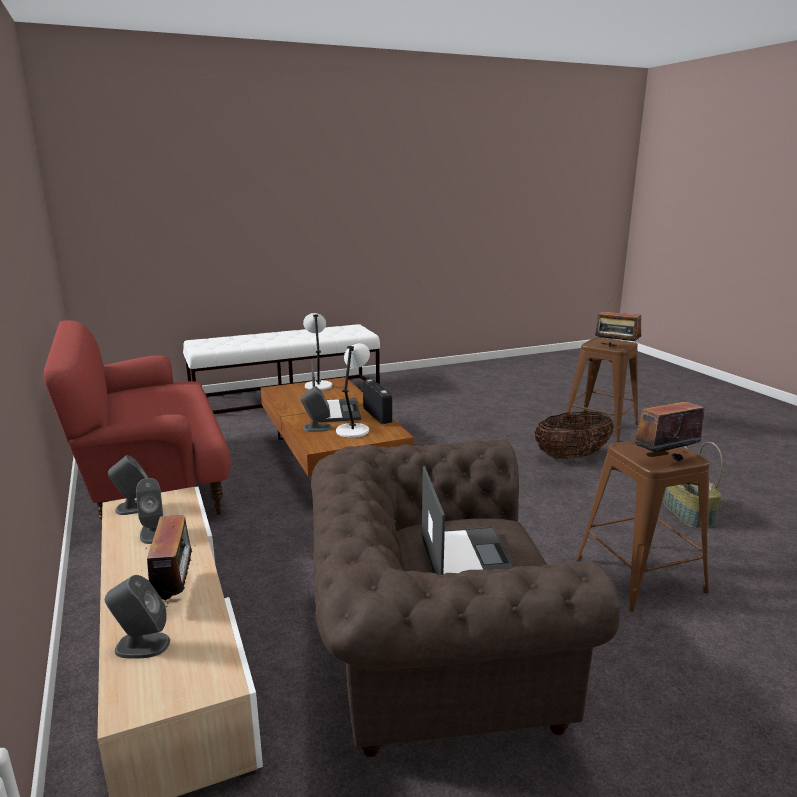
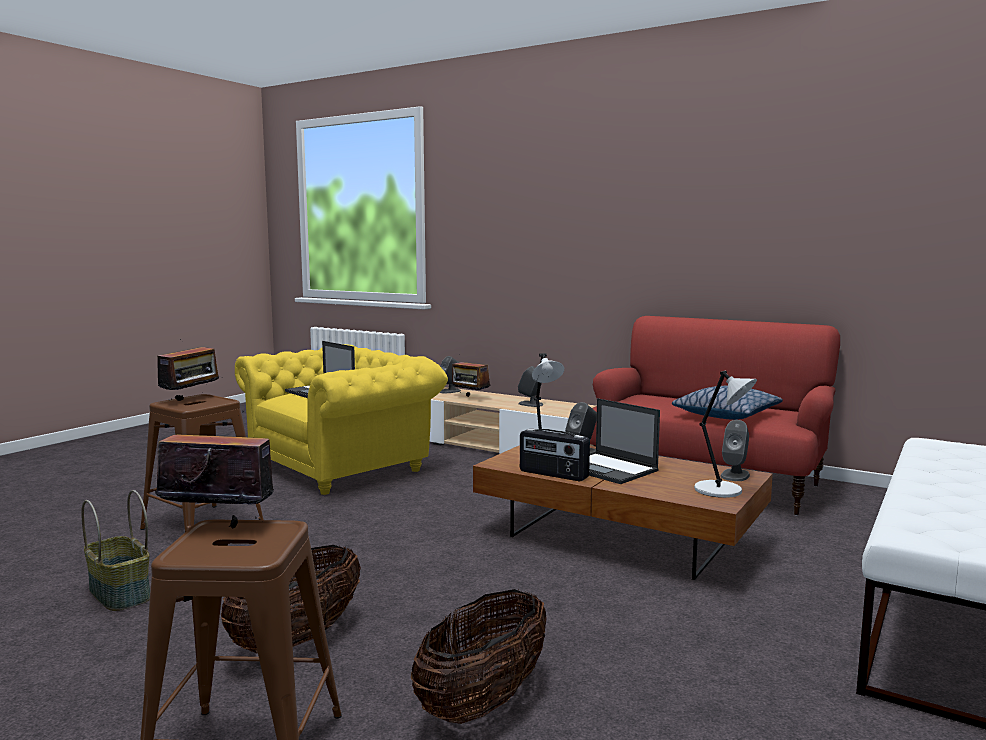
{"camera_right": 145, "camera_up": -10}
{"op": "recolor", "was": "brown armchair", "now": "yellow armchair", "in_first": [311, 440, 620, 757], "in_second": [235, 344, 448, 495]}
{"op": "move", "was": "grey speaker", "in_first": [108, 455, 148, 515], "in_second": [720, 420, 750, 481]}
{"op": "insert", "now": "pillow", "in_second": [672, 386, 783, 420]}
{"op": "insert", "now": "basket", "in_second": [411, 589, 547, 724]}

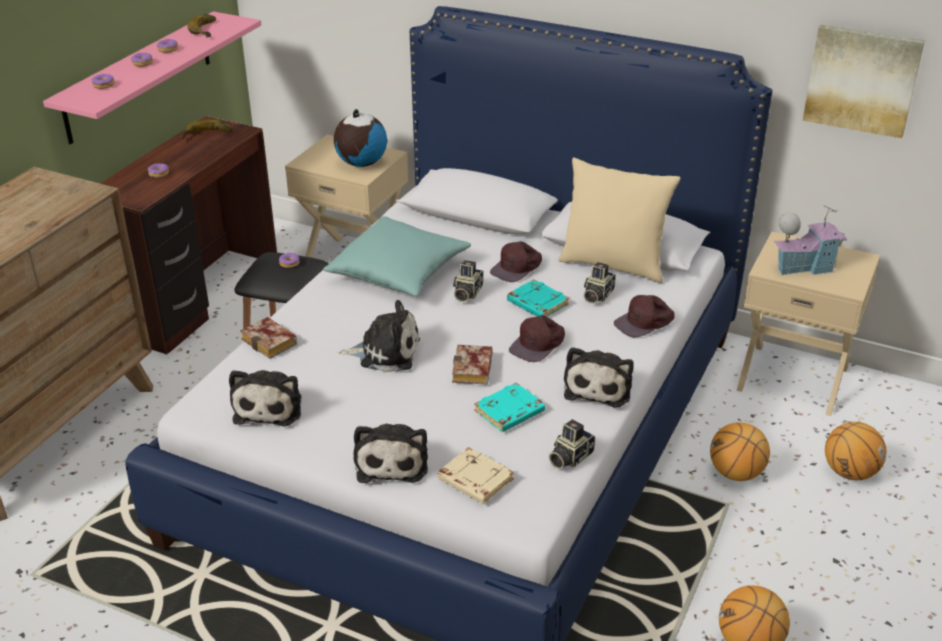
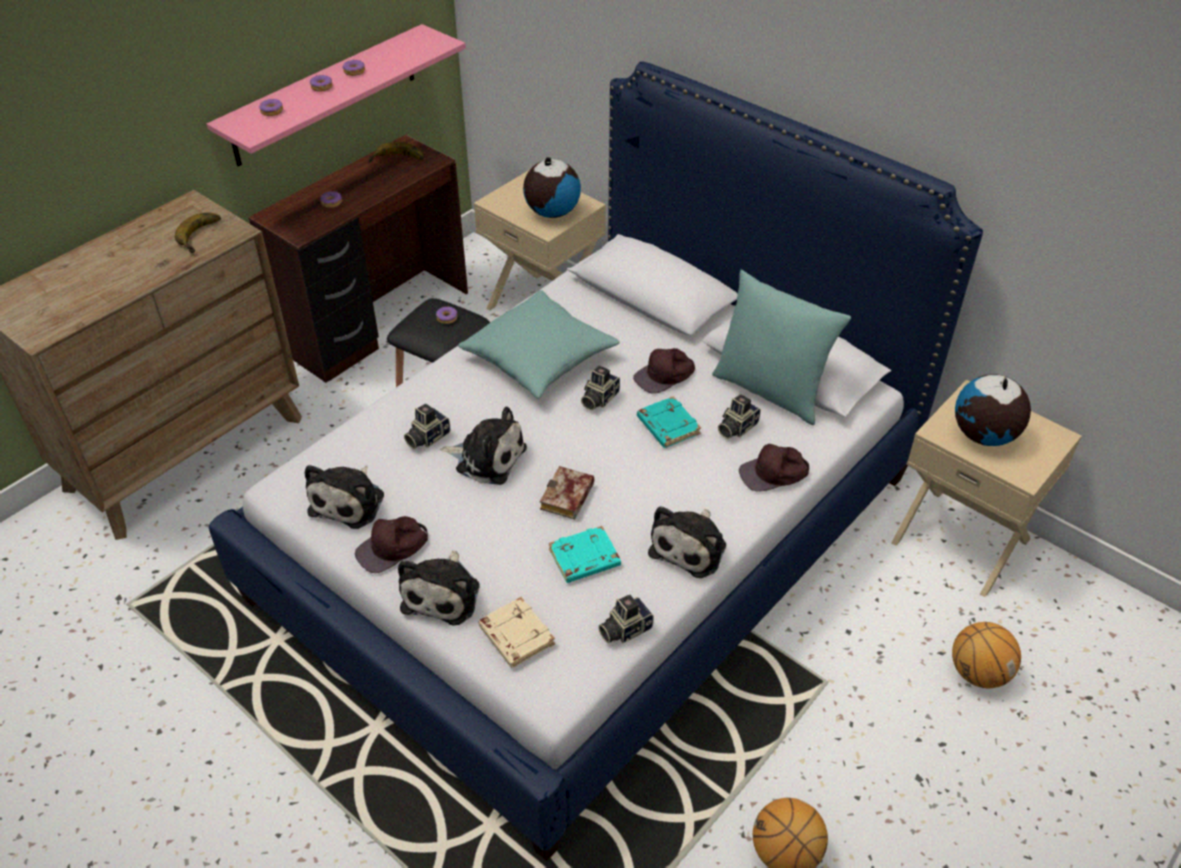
{"camera_right": 15, "camera_up": 10}
{"op": "move", "was": "banana", "in_first": [188, 14, 216, 37], "in_second": [175, 213, 221, 253]}
{"op": "delete", "was": "picture", "in_first": [803, 25, 925, 138]}
{"op": "recolor", "was": "beige pillow", "now": "turquoise pillow", "in_first": [558, 158, 680, 283], "in_second": [712, 270, 851, 425]}
{"op": "replace", "was": "toy house", "now": "globe", "in_first": [774, 205, 847, 275], "in_second": [955, 374, 1031, 446]}
{"op": "move", "was": "brown cap", "in_first": [509, 315, 565, 362], "in_second": [355, 516, 428, 573]}
{"op": "delete", "was": "book", "in_first": [241, 317, 297, 359]}
{"op": "delete", "was": "basketball", "in_first": [710, 422, 770, 481]}
{"op": "insert", "now": "photo camera", "in_second": [404, 404, 450, 449]}

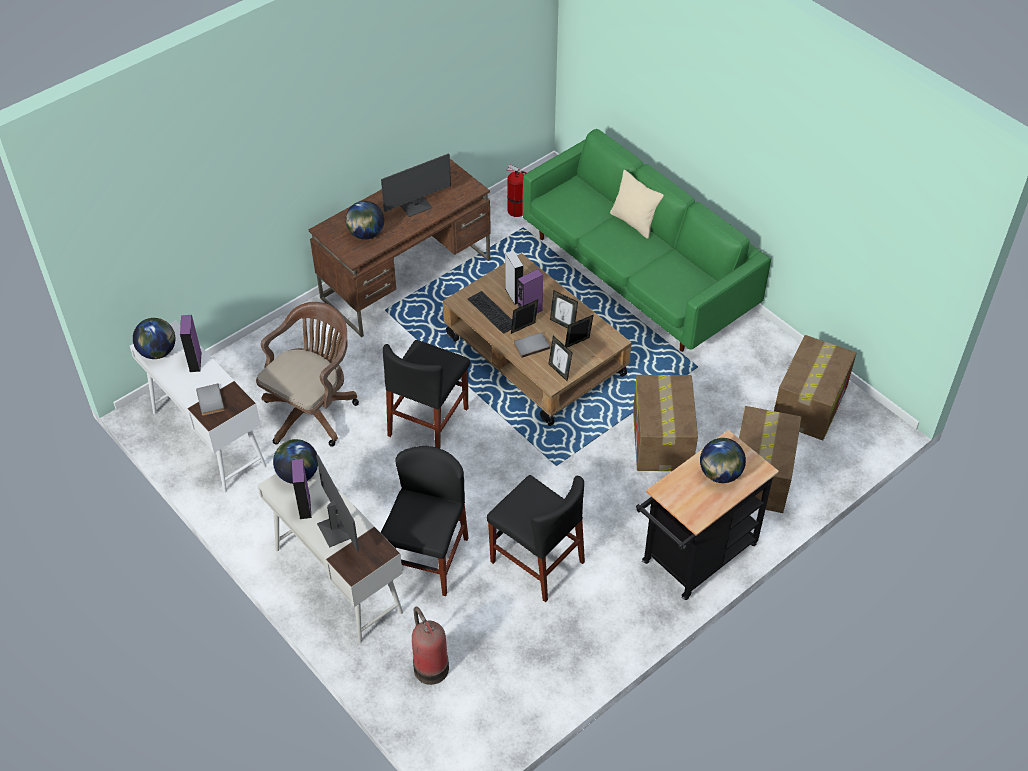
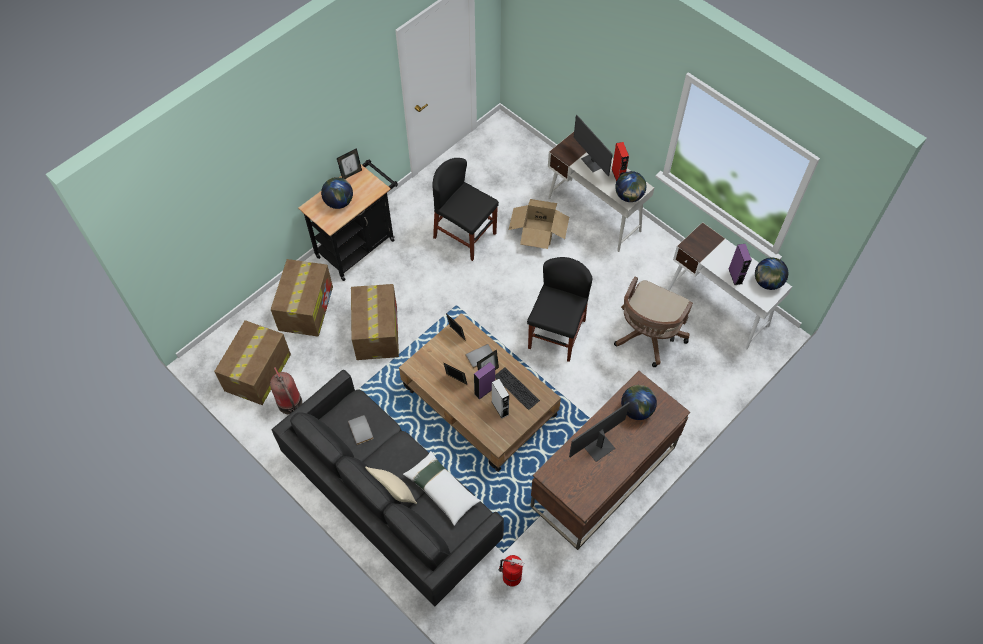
{"camera_right": 175, "camera_up": 10}
{"op": "recolor", "was": "green sofa", "now": "black sofa", "in_first": [523, 129, 771, 352], "in_second": [272, 370, 504, 606]}
{"op": "move", "was": "picture frame", "in_first": [565, 314, 594, 347], "in_second": [337, 148, 362, 179]}
{"op": "move", "was": "grey book", "in_first": [196, 384, 225, 416], "in_second": [348, 415, 373, 445]}
{"op": "replace", "was": "black chair", "now": "cardboard box", "in_first": [381, 446, 469, 596], "in_second": [509, 199, 569, 249]}
{"op": "recolor", "was": "purple speaker", "now": "red speaker", "in_first": [291, 459, 312, 519], "in_second": [612, 142, 629, 182]}
{"op": "move", "was": "fire extinguisher", "in_first": [412, 607, 449, 685], "in_second": [270, 367, 302, 414]}
{"op": "insert", "now": "white pillow", "in_second": [403, 451, 481, 526]}

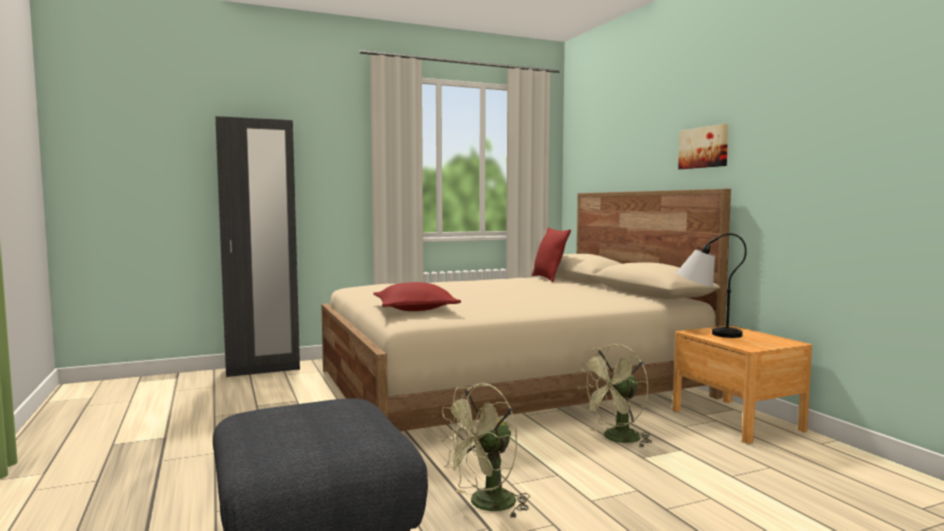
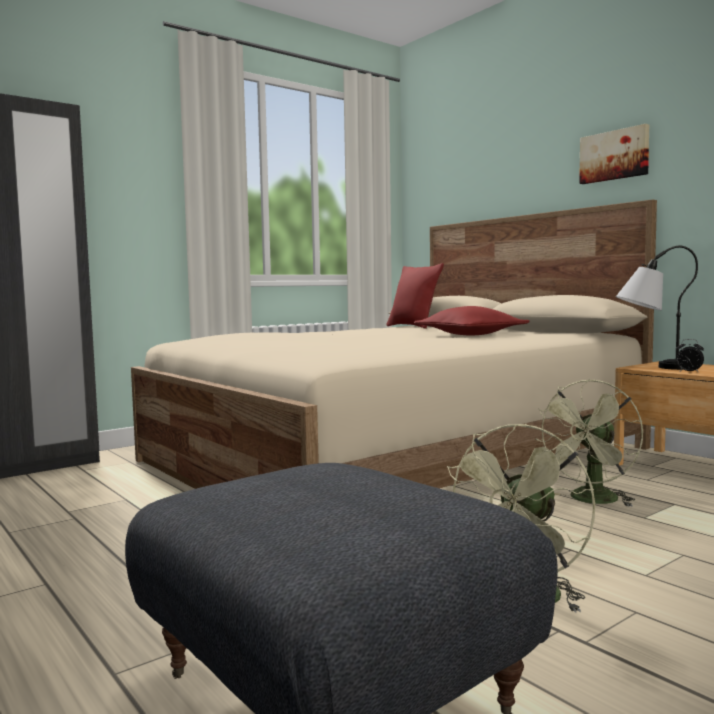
{"camera_right": -15, "camera_up": 0}
{"op": "move", "was": "red pillow", "in_first": [373, 282, 461, 311], "in_second": [414, 306, 529, 335]}
{"op": "insert", "now": "alarm clock", "in_second": [676, 339, 704, 373]}

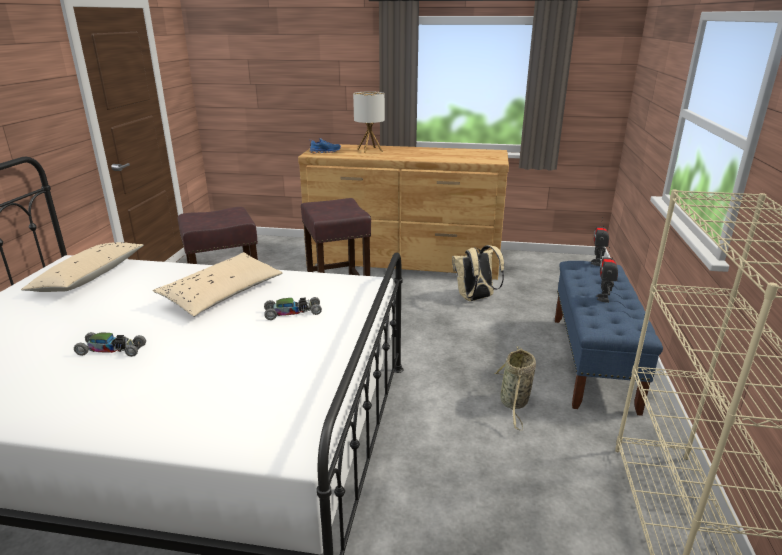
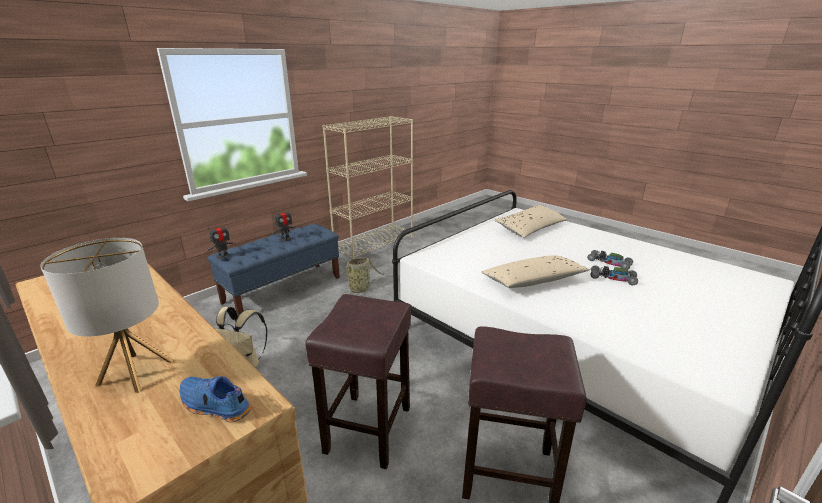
{"camera_right": -145, "camera_up": 0}
{"op": "move", "was": "beige pillow", "in_first": [21, 242, 144, 292], "in_second": [495, 205, 568, 238]}
{"op": "move", "was": "toy car", "in_first": [264, 297, 322, 320], "in_second": [591, 265, 638, 285]}

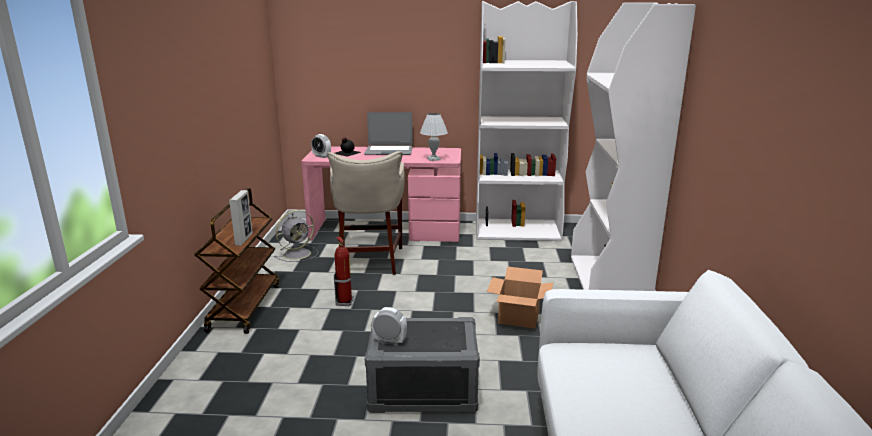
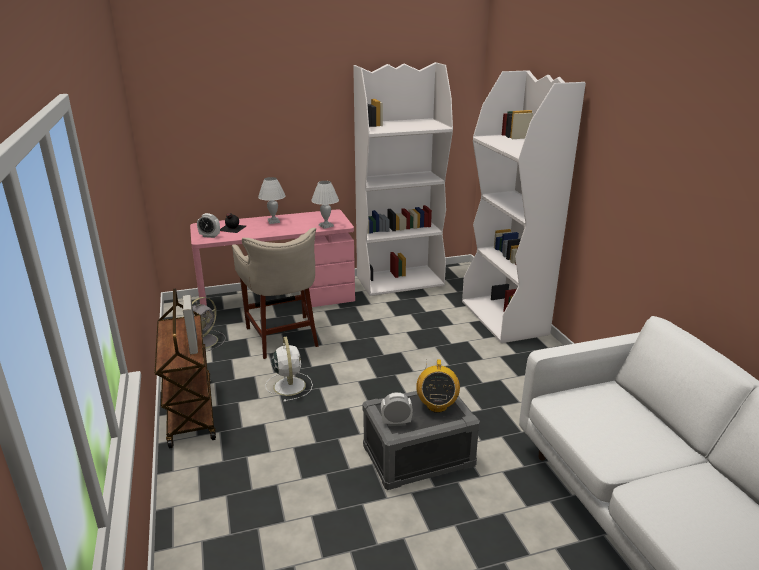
{"camera_right": -20, "camera_up": 5}
{"op": "replace", "was": "laptop", "now": "white table lamp", "in_first": [364, 112, 413, 155], "in_second": [258, 177, 286, 224]}
{"op": "replace", "was": "fire extinguisher", "now": "white fan", "in_first": [334, 237, 354, 306], "in_second": [265, 337, 313, 402]}
{"op": "delete", "was": "cardboard box", "in_first": [487, 266, 553, 328]}
{"op": "insert", "now": "radio", "in_second": [416, 360, 460, 413]}

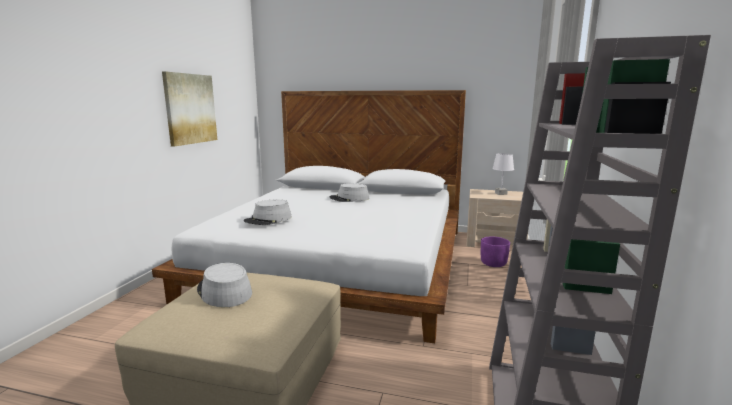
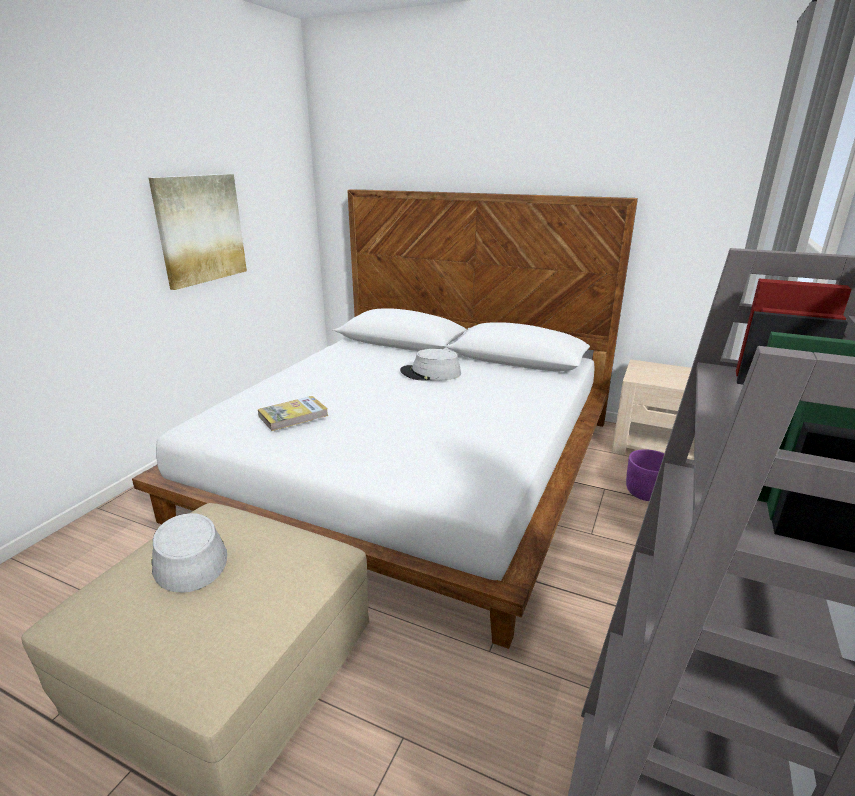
{"camera_right": 10, "camera_up": 10}
{"op": "delete", "was": "white table lamp", "in_first": [492, 153, 514, 195]}
{"op": "replace", "was": "grey hat", "now": "book", "in_first": [244, 200, 292, 225], "in_second": [258, 396, 328, 431]}

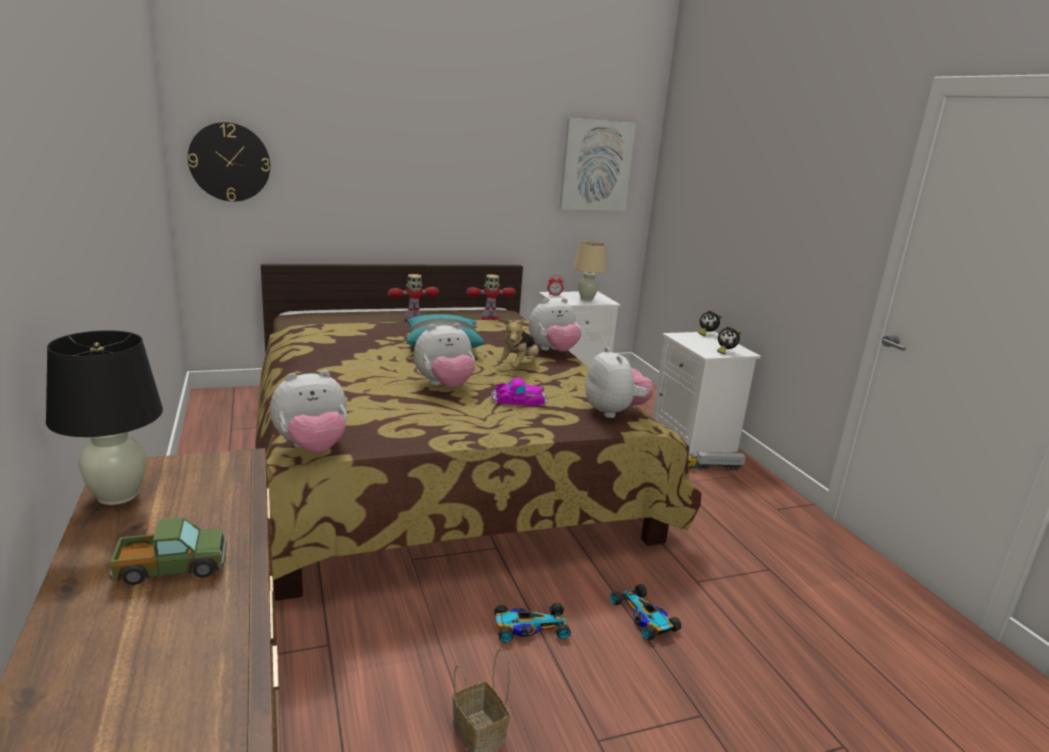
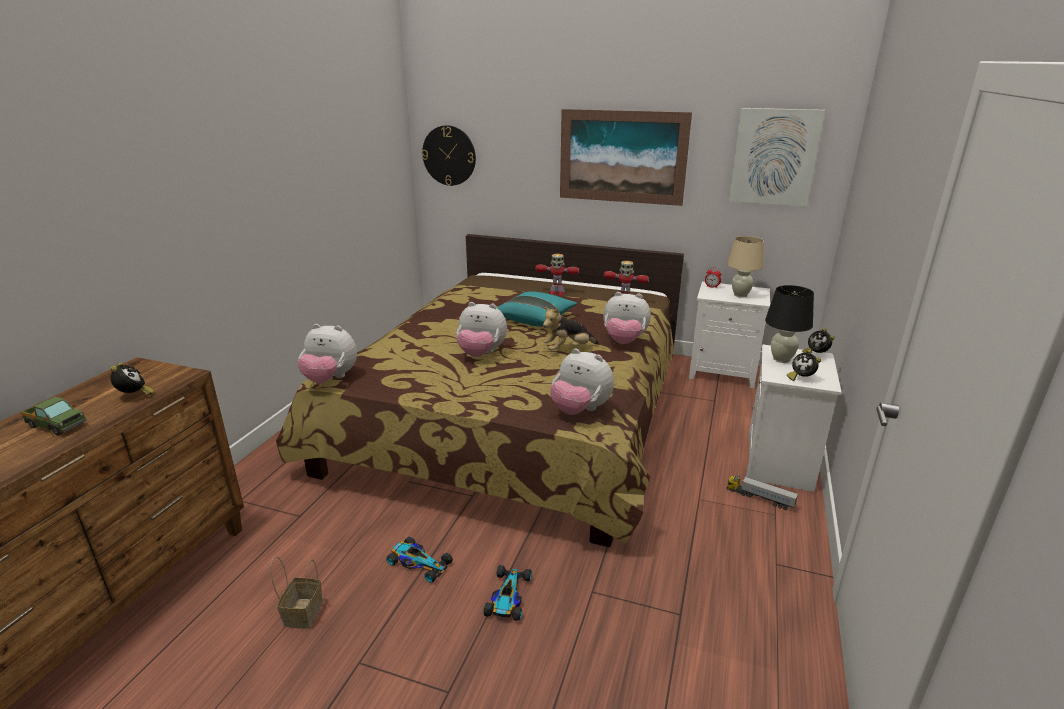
{"camera_right": 40, "camera_up": 5}
{"op": "move", "was": "black table lamp", "in_first": [46, 330, 163, 505], "in_second": [765, 285, 814, 363]}
{"op": "rotate", "was": "plush toy", "in_first": [585, 347, 653, 418], "in_second": [550, 348, 614, 415], "clockwise": 105}
{"op": "delete", "was": "toy car", "in_first": [491, 378, 548, 406]}
{"op": "insert", "now": "picture", "in_second": [560, 109, 692, 206]}
{"op": "insert", "now": "alarm clock", "in_second": [110, 363, 154, 396]}

